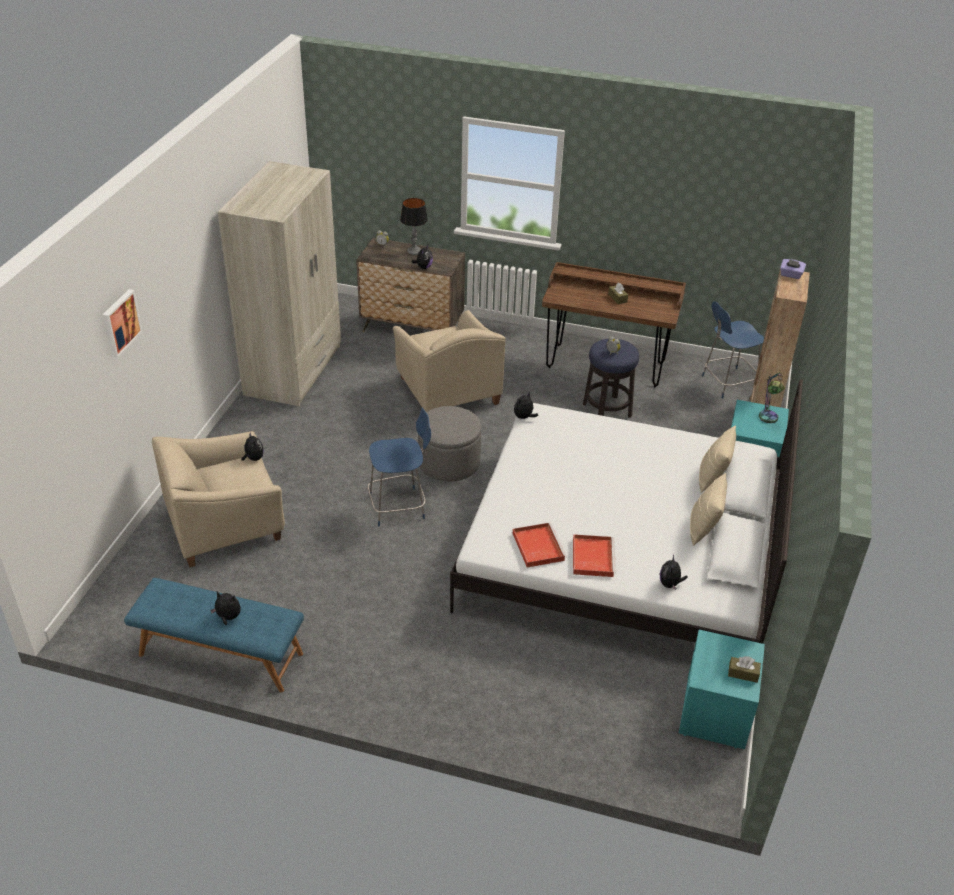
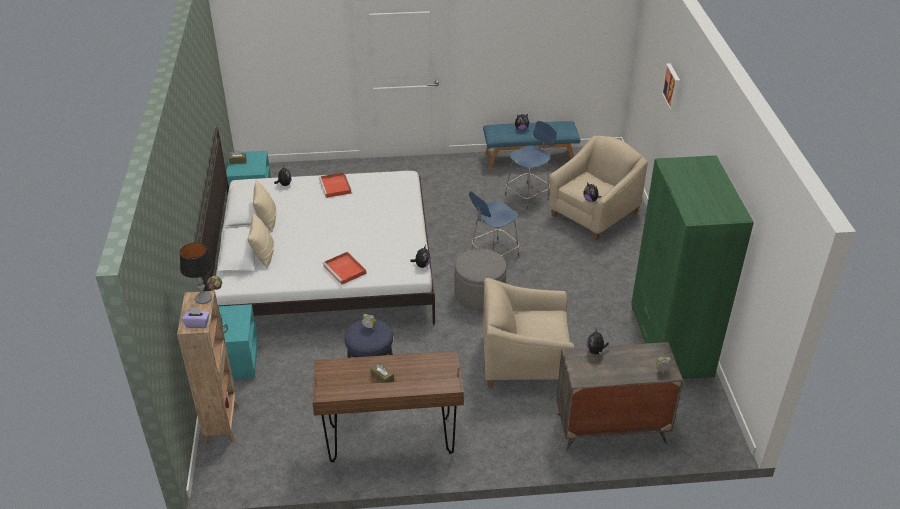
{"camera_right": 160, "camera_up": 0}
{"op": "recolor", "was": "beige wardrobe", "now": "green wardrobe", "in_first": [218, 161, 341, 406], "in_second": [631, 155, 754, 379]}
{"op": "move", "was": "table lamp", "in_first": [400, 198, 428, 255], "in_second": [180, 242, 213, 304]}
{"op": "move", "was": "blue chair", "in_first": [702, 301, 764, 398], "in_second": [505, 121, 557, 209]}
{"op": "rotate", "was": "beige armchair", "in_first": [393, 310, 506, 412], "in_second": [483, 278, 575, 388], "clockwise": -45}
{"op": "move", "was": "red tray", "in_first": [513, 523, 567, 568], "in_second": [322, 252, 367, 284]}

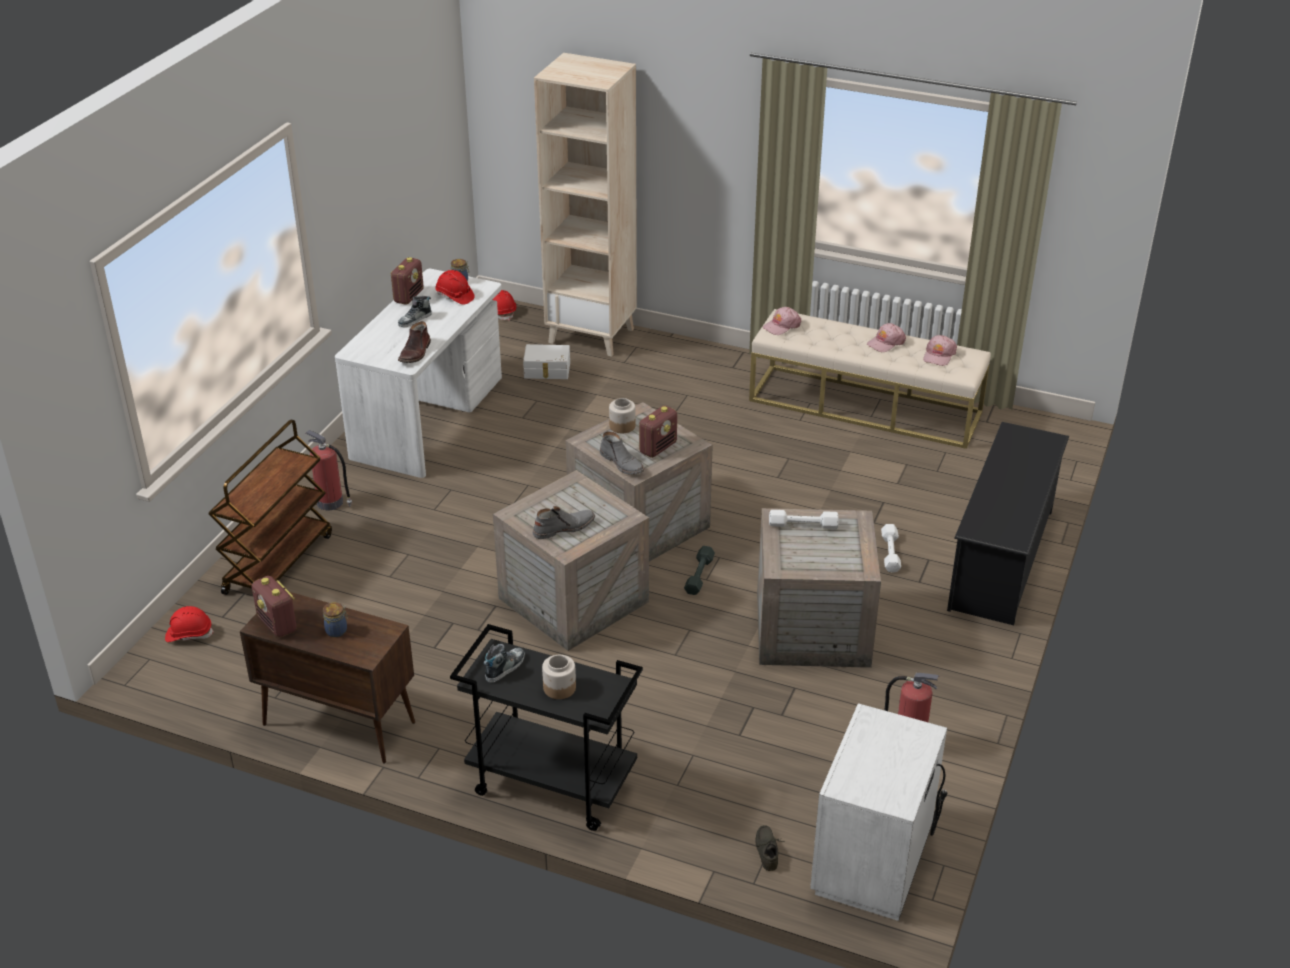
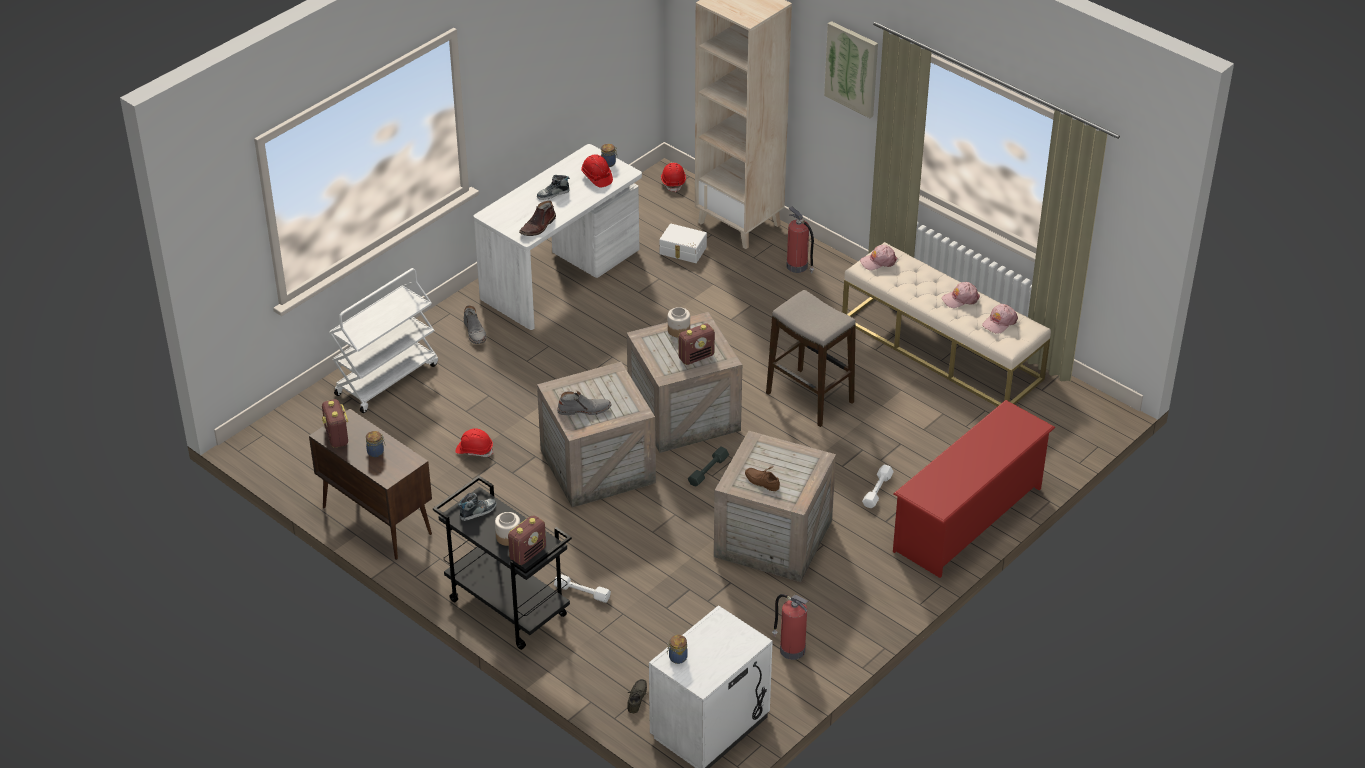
{"camera_right": 20, "camera_up": 5}
{"op": "move", "was": "radio", "in_first": [390, 257, 424, 305], "in_second": [508, 515, 546, 565]}
{"op": "recolor", "was": "brown cart", "now": "white cart", "in_first": [209, 420, 332, 595], "in_second": [329, 268, 438, 413]}
{"op": "recolor", "was": "black shoe rack", "now": "red shoe rack", "in_first": [947, 422, 1069, 625], "in_second": [893, 400, 1055, 578]}
{"op": "move", "was": "fire extinguisher", "in_first": [306, 430, 352, 510], "in_second": [786, 206, 814, 274]}
{"op": "move", "was": "grey boot", "in_first": [600, 432, 644, 475], "in_second": [464, 305, 486, 344]}
{"op": "move", "was": "white dumbbell", "in_first": [769, 510, 839, 529], "in_second": [554, 574, 611, 603]}
{"op": "move", "was": "red hard hat", "in_first": [165, 606, 214, 642], "in_second": [456, 428, 493, 457]}
{"op": "insert", "now": "picture", "in_second": [824, 21, 878, 118]}
{"op": "insert", "now": "stool", "in_second": [766, 290, 856, 427]}
{"op": "insert", "now": "brown shoe", "in_second": [745, 465, 780, 491]}
{"op": "insert", "now": "jar", "in_second": [667, 635, 688, 664]}

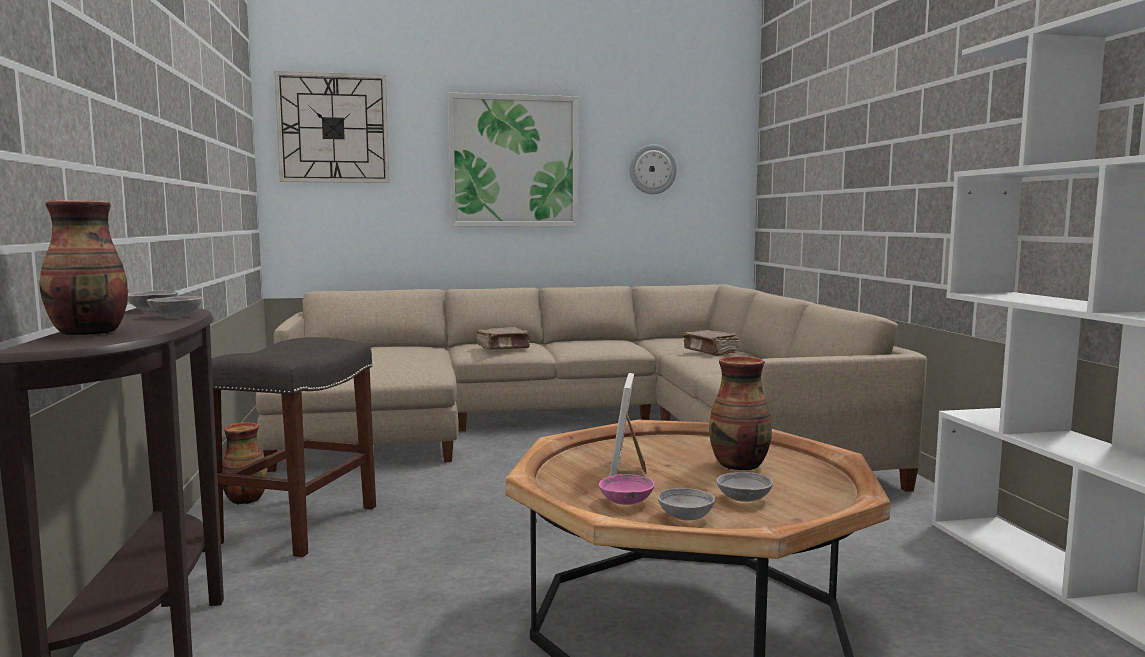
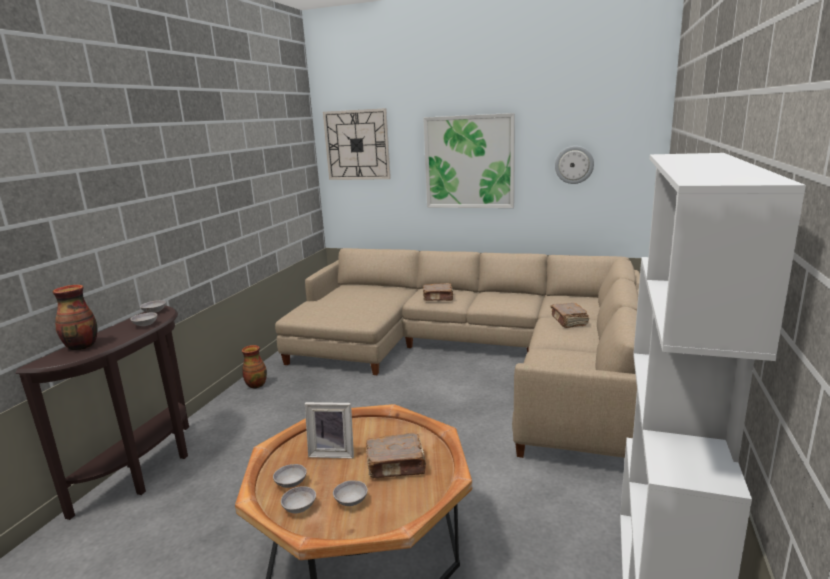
{"camera_right": 30, "camera_up": 10}
{"op": "delete", "was": "grey stool", "in_first": [212, 337, 376, 557]}
{"op": "replace", "was": "vase", "now": "brown book", "in_first": [709, 356, 772, 470], "in_second": [366, 433, 426, 478]}
{"op": "rotate", "was": "picture frame", "in_first": [609, 373, 647, 476], "in_second": [305, 402, 354, 459], "clockwise": -120}
{"op": "recolor", "was": "pink bowl", "now": "grey bowl", "in_first": [599, 474, 655, 505], "in_second": [273, 464, 307, 488]}

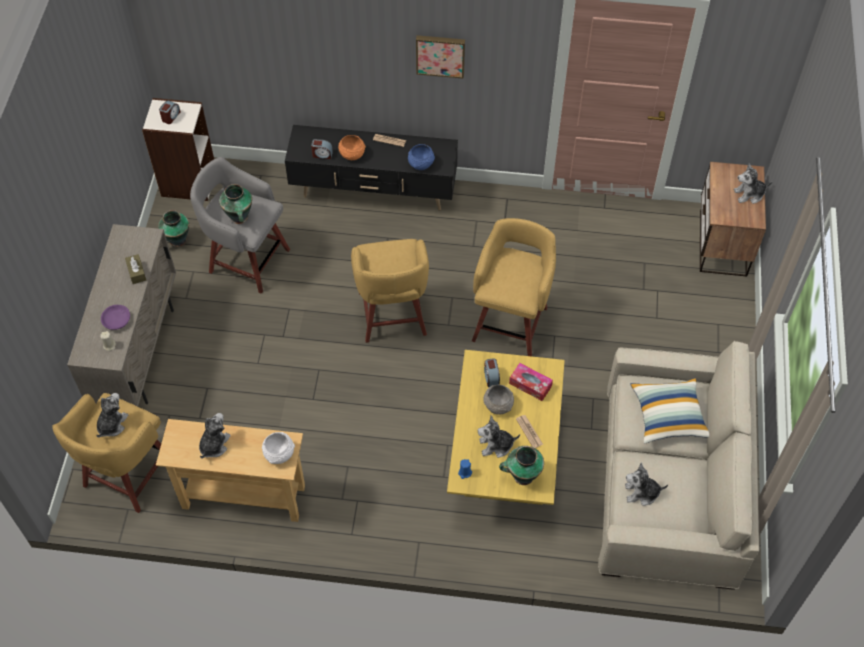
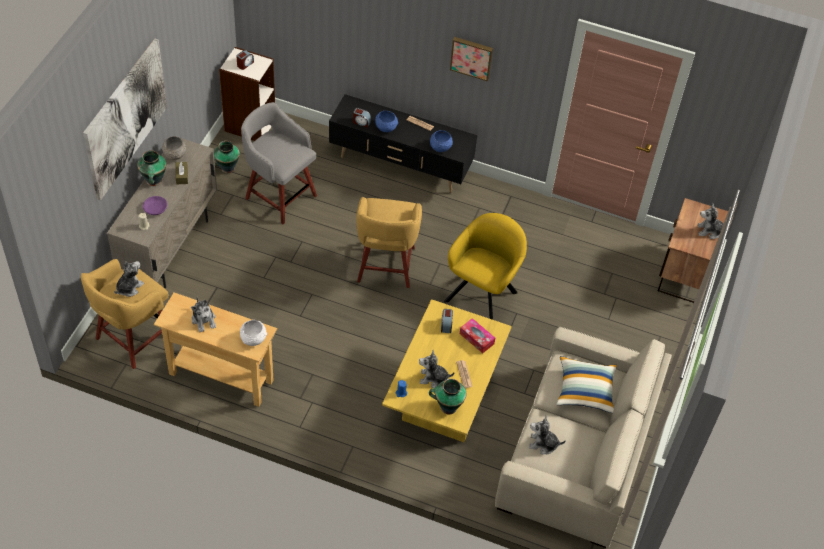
{"camera_right": 10, "camera_up": -5}
{"op": "recolor", "was": "orange bowl", "now": "blue bowl", "in_first": [338, 135, 366, 160], "in_second": [375, 111, 398, 132]}
{"op": "move", "was": "vase", "in_first": [219, 184, 252, 224], "in_second": [137, 150, 166, 186]}
{"op": "replace", "was": "yellow stool", "now": "yellow armchair", "in_first": [472, 218, 556, 356], "in_second": [444, 213, 527, 320]}
{"op": "move", "was": "grey bowl", "in_first": [484, 385, 514, 414], "in_second": [162, 136, 186, 160]}
{"op": "rotate", "was": "plush toy", "in_first": [199, 413, 231, 459], "in_second": [191, 297, 216, 333], "clockwise": 120}
{"op": "insert", "now": "picture", "in_second": [83, 39, 167, 201]}

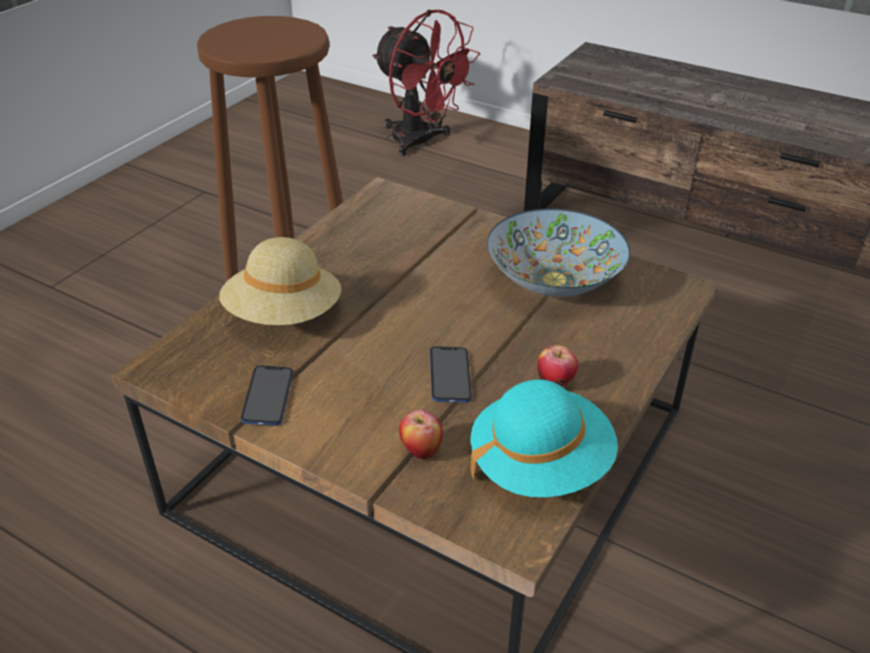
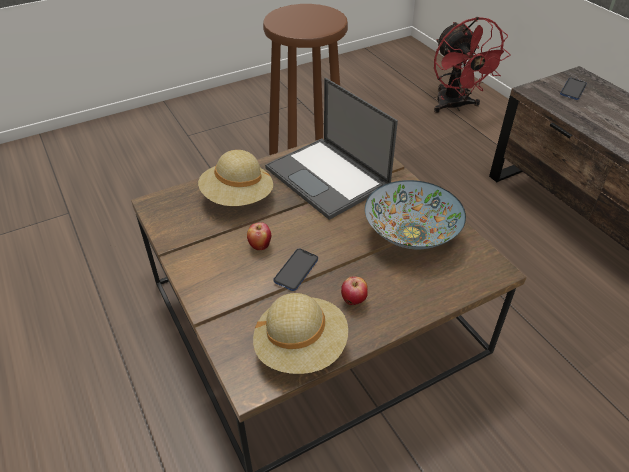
{"camera_right": 30, "camera_up": 5}
{"op": "move", "was": "phone", "in_first": [241, 365, 293, 426], "in_second": [560, 78, 587, 100]}
{"op": "recolor", "was": "turquoise hat", "now": "beige hat", "in_first": [470, 379, 618, 498], "in_second": [253, 293, 348, 374]}
{"op": "move", "was": "apple", "in_first": [399, 410, 443, 459], "in_second": [247, 222, 271, 250]}
{"op": "insert", "now": "laptop", "in_second": [265, 78, 398, 220]}

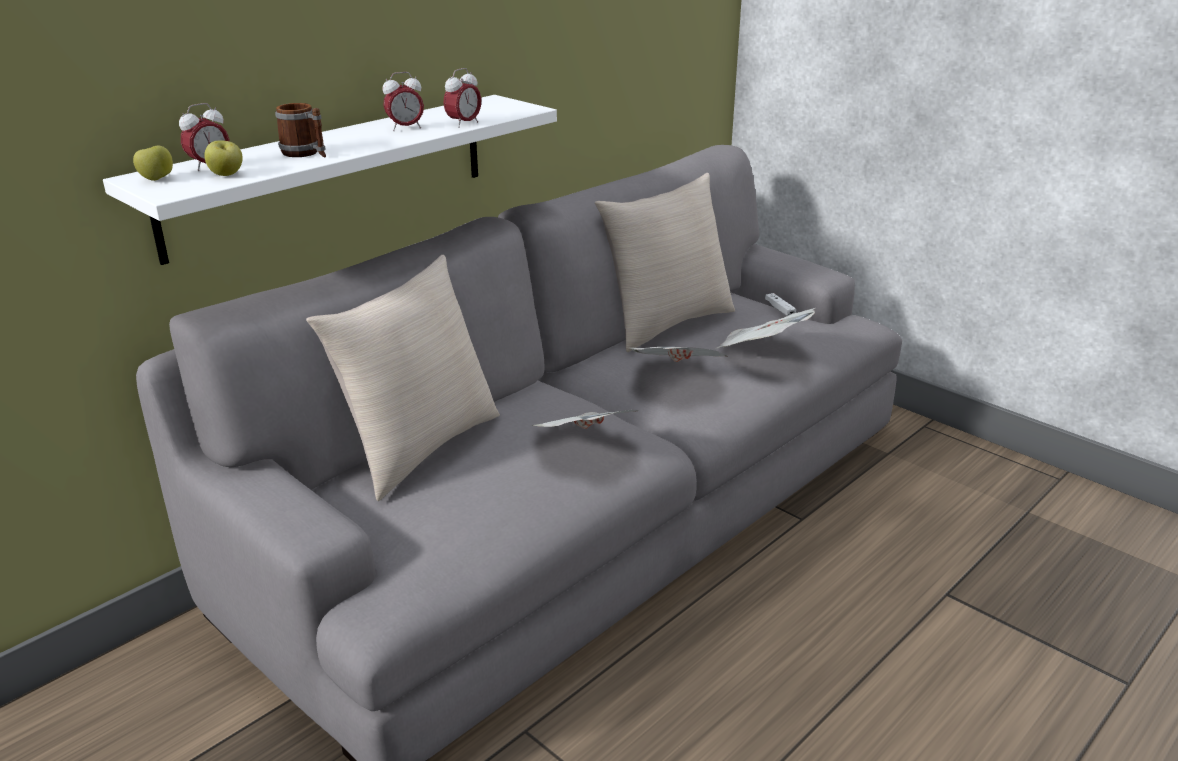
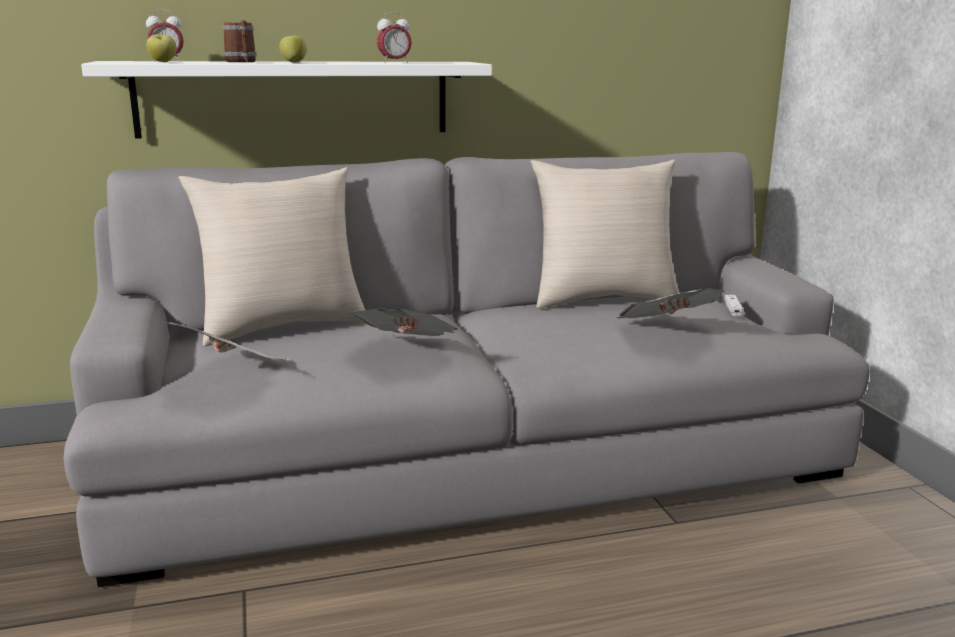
{"camera_right": 30, "camera_up": -10}
{"op": "delete", "was": "alarm clock", "in_first": [382, 72, 424, 131]}
{"op": "move", "was": "apple", "in_first": [133, 145, 173, 181], "in_second": [279, 35, 307, 62]}
{"op": "move", "was": "newspaper", "in_first": [629, 347, 727, 362], "in_second": [159, 322, 287, 360]}

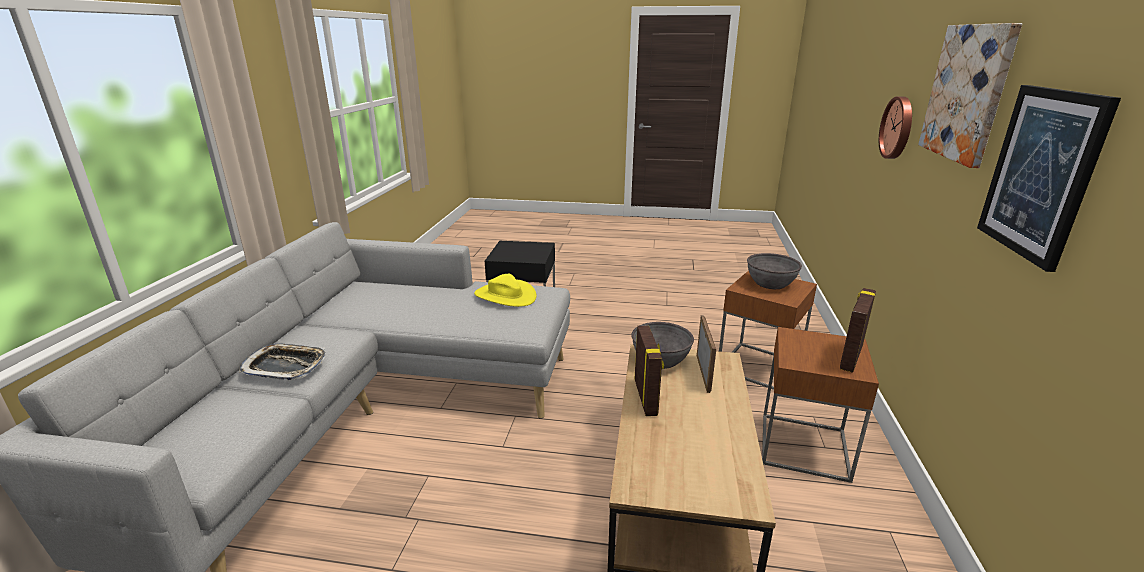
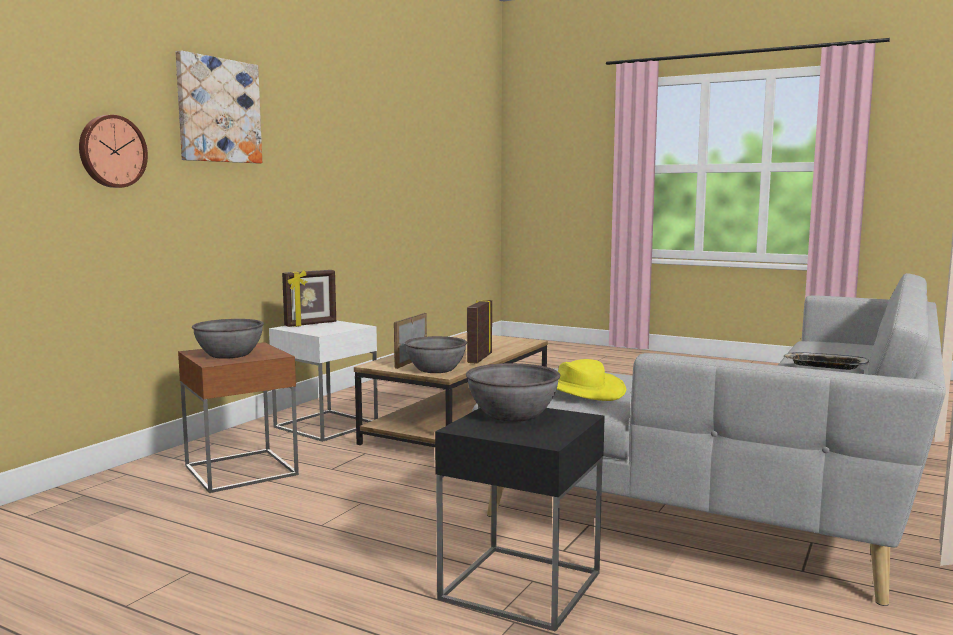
{"camera_right": -160, "camera_up": -15}
{"op": "delete", "was": "picture", "in_first": [977, 85, 1121, 272]}
{"op": "recolor", "was": "brown side table", "now": "white side table", "in_first": [762, 327, 879, 483], "in_second": [269, 320, 378, 442]}
{"op": "insert", "now": "grey bowl", "in_second": [466, 363, 560, 422]}

